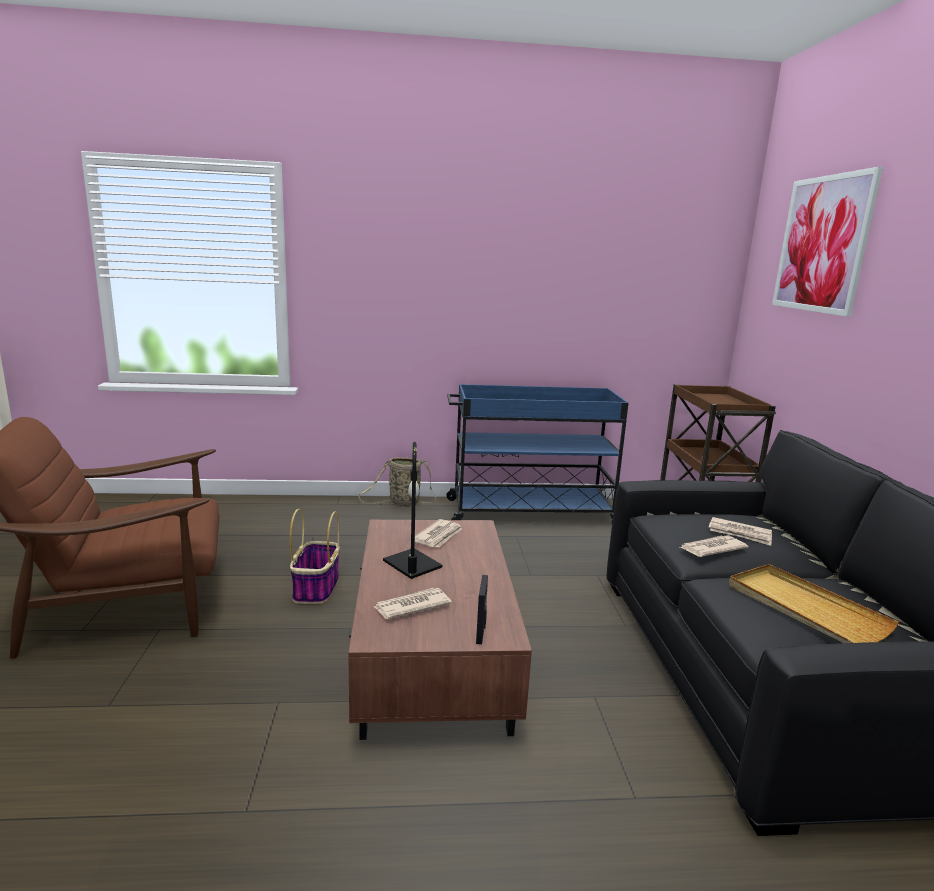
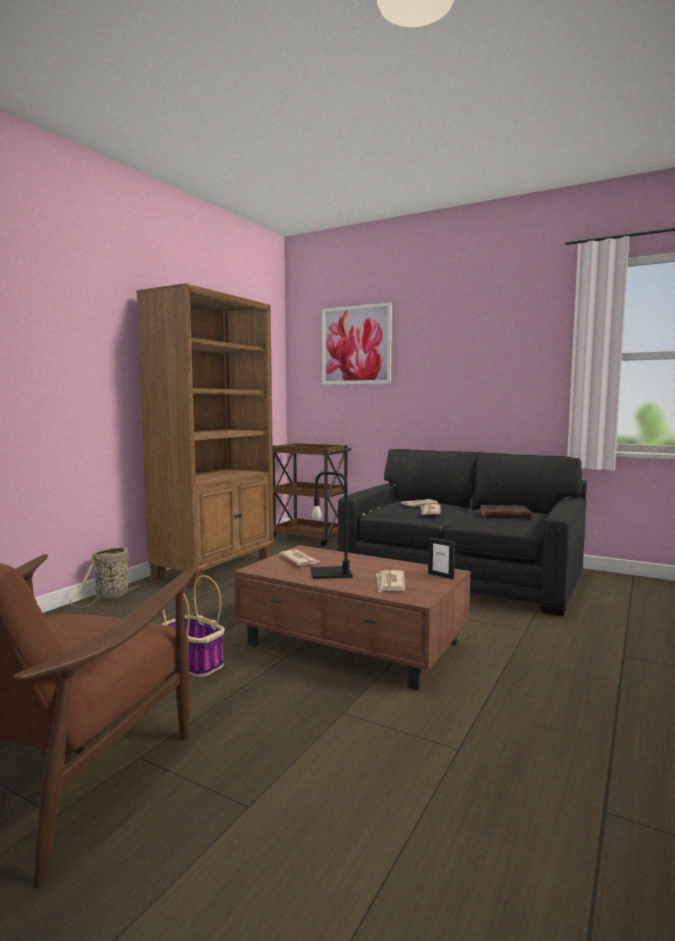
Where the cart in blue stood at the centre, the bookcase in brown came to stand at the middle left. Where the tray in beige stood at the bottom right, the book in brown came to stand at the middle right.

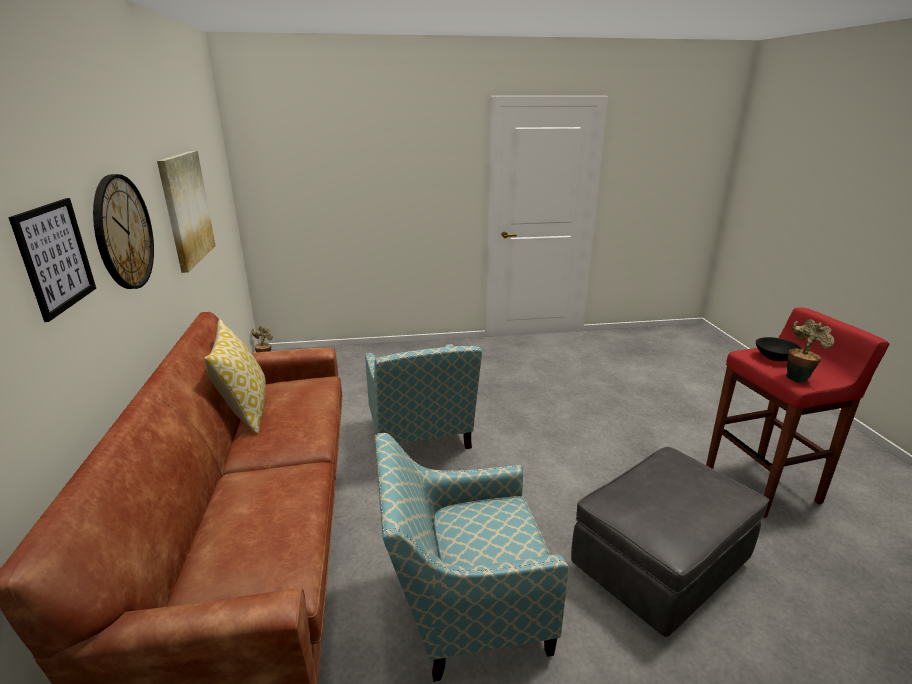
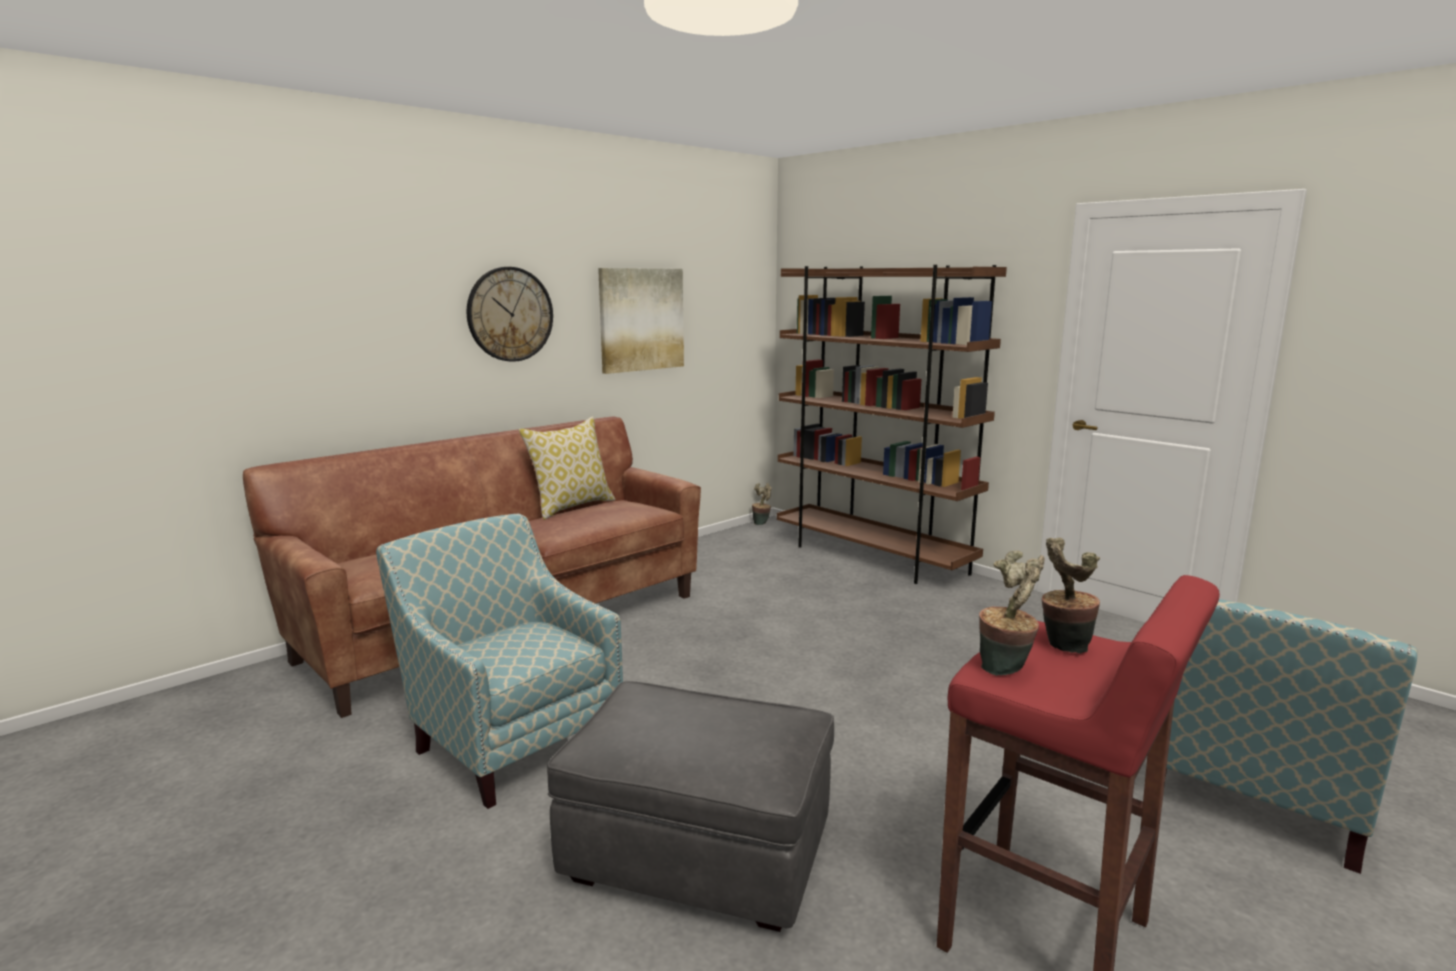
The second view lost the picture (1st from left) at the middle left. The armchair (1st from left in the first image) ended up elsewhere, having gone from the centre to the bottom right. Where the bowl in black stood at the middle right, the potted plant (3rd from left) came to stand at the middle right. The second view gained the bookcase in brown at the centre.

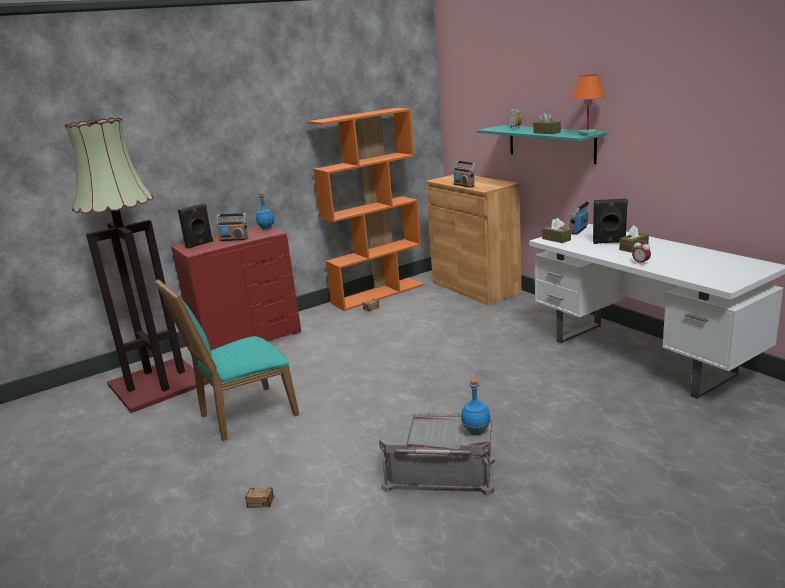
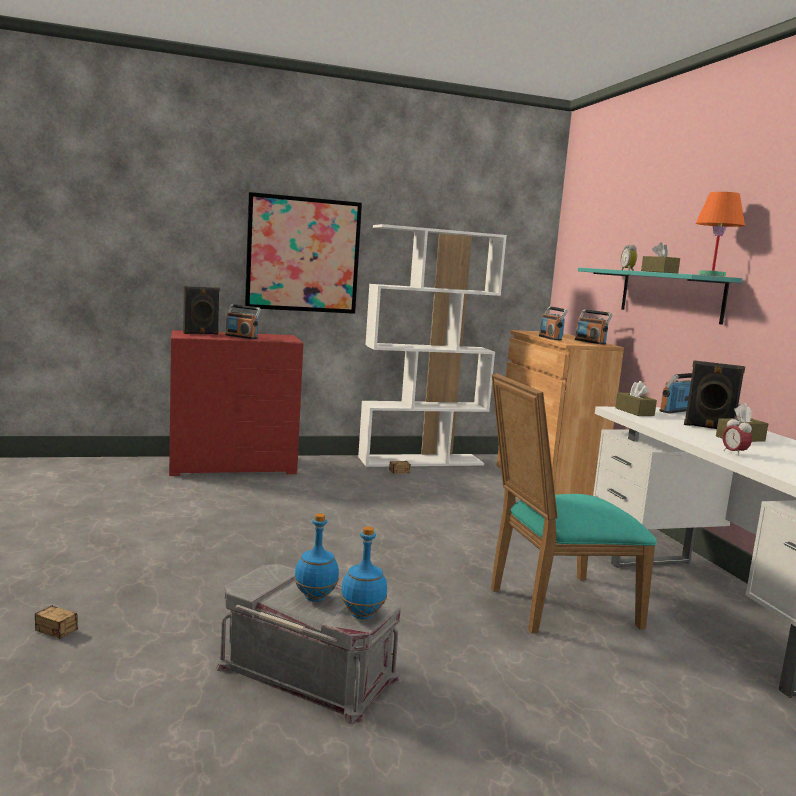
The second view lost the floor lamp at the middle left. The chair in turquoise ended up elsewhere, having gone from the middle left to the middle right. The bottle in blue (1st from left) ended up elsewhere, having gone from the centre to the bottom centre. What was the bookcase in orange at the centre turned into the bookcase in white at the centre. The second view gained the picture at the top centre. The second view gained the radio (3rd from left) at the middle right.

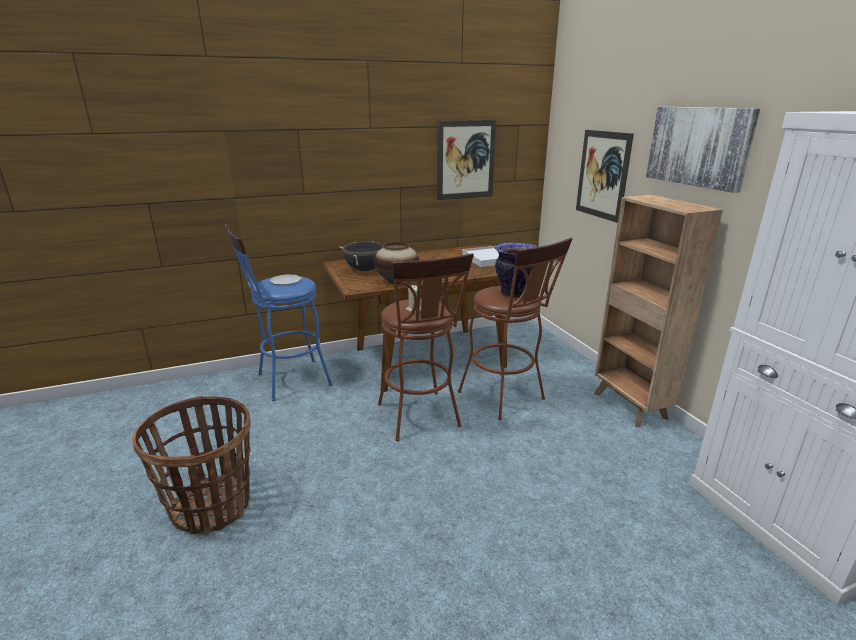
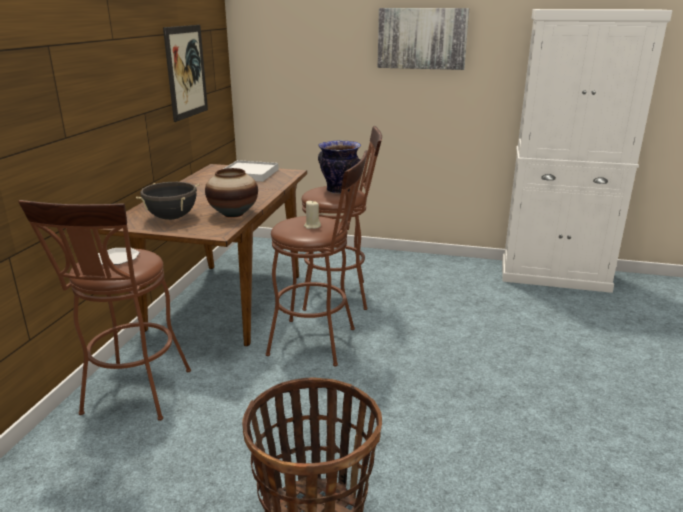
What was the stool in blue at the middle left turned into the stool in brown (1st from left) at the middle left. The second view lost the picture (2nd from left) at the top right. The second view lost the bookcase in brown at the middle right.

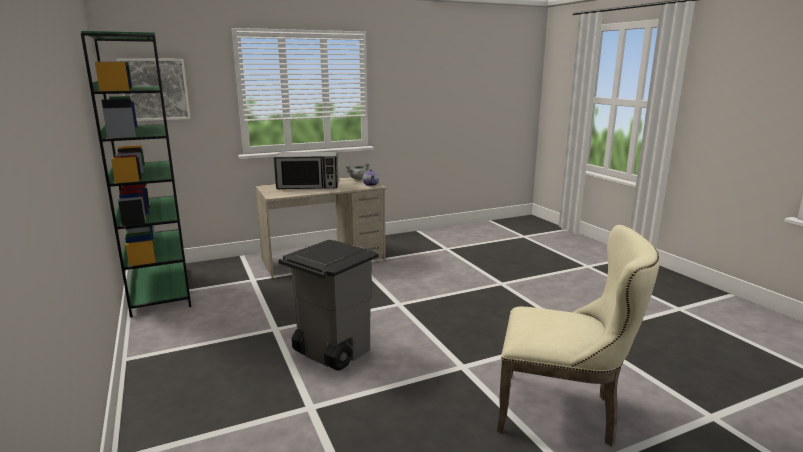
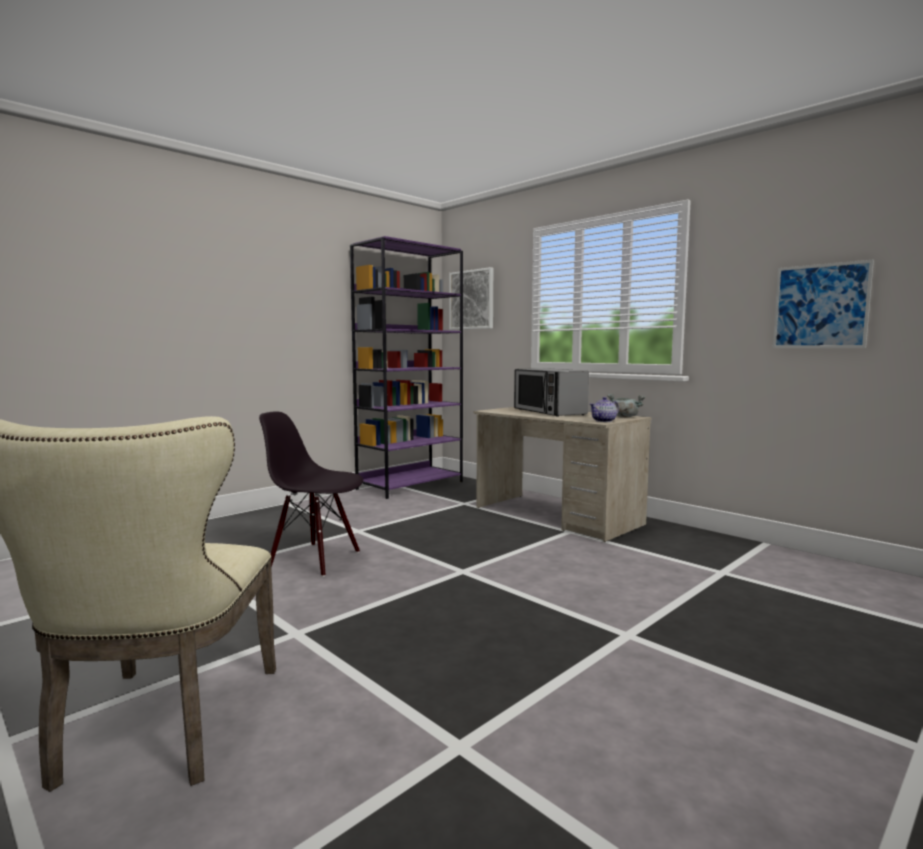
What was the bookcase in green at the middle left turned into the bookcase in purple at the centre. Where the trash can in grey stood at the bottom centre, the chair in black came to stand at the centre. The second view gained the picture (2nd from left) at the middle right.

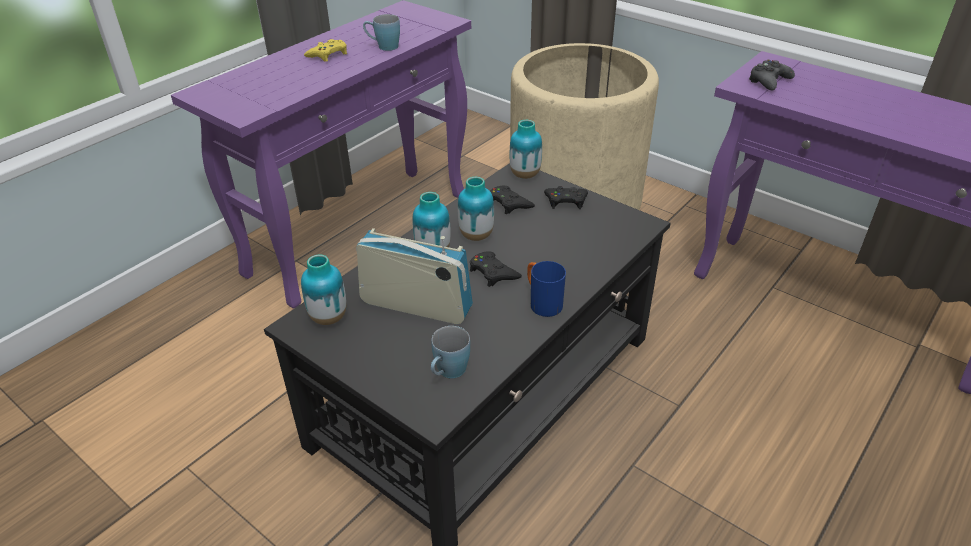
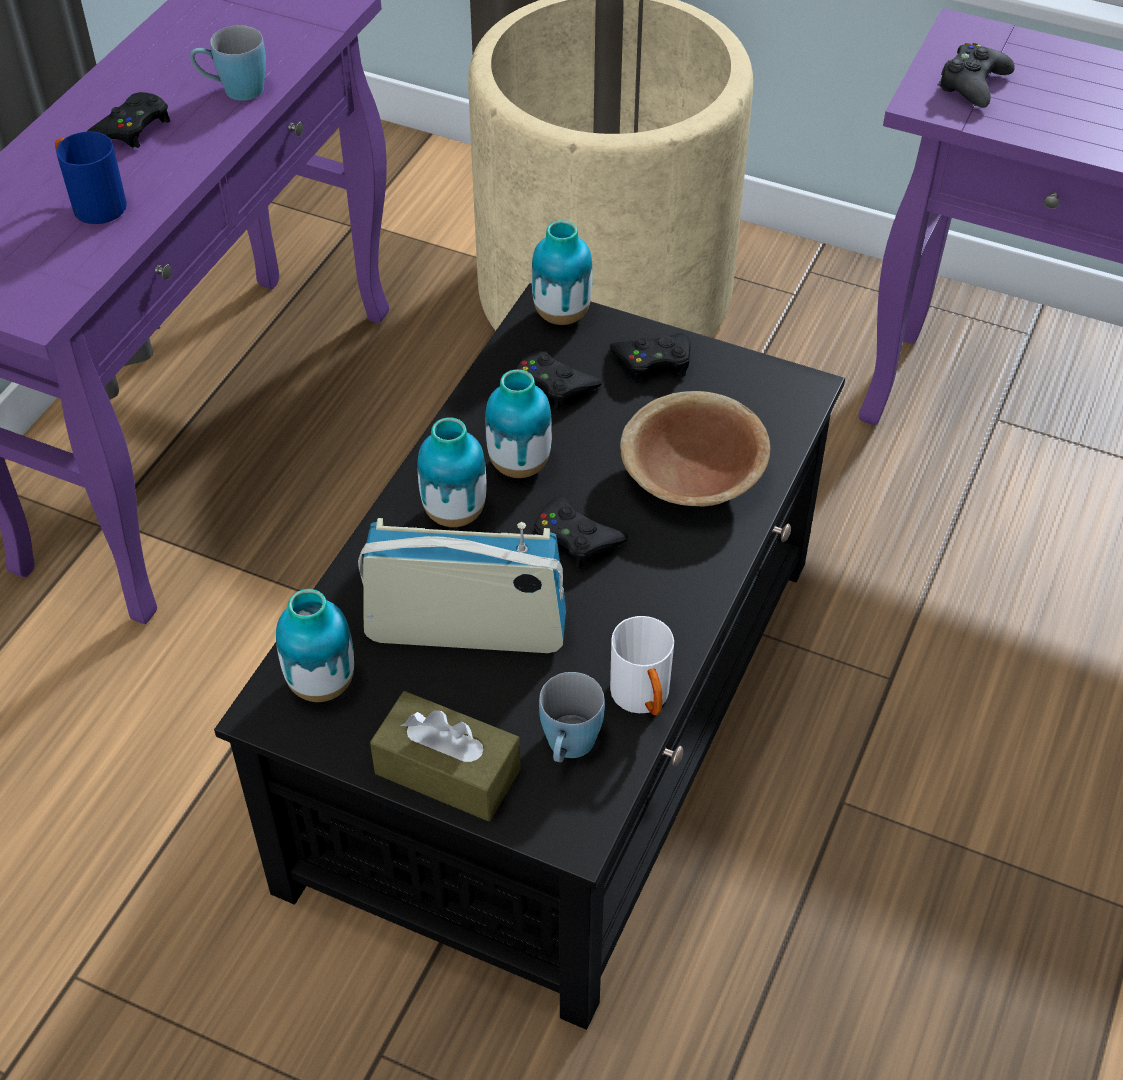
What was the game controller in yellow at the top centre turned into the game controller in black (1st from left) at the top left. The mug in blue (3rd from left in the first image) ended up elsewhere, having gone from the centre to the top left. The second view gained the tissue box in brown at the bottom centre. The second view gained the mug in white at the centre. The second view gained the bowl in brown at the centre.

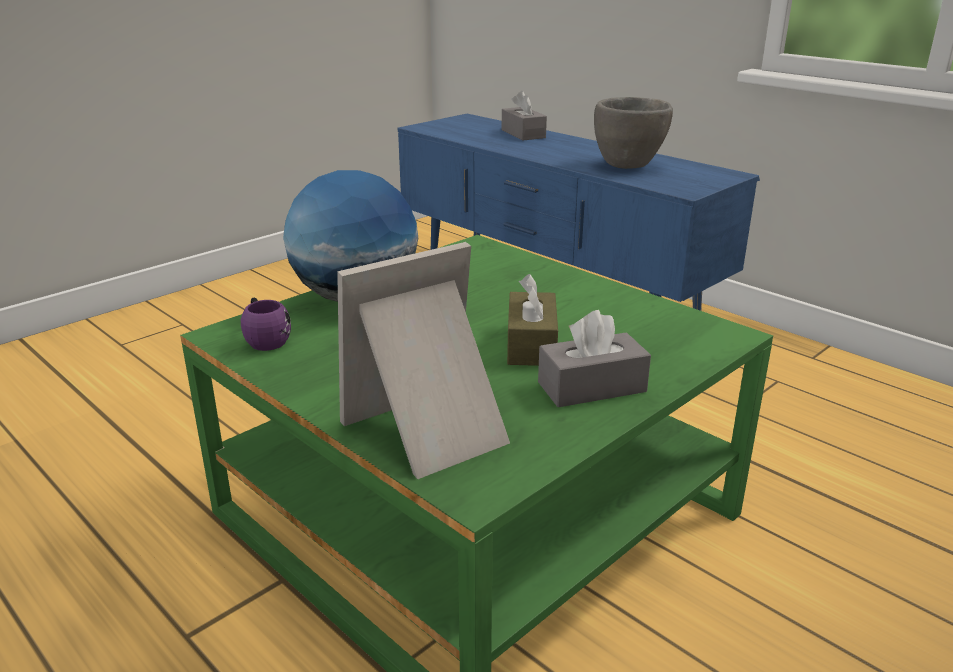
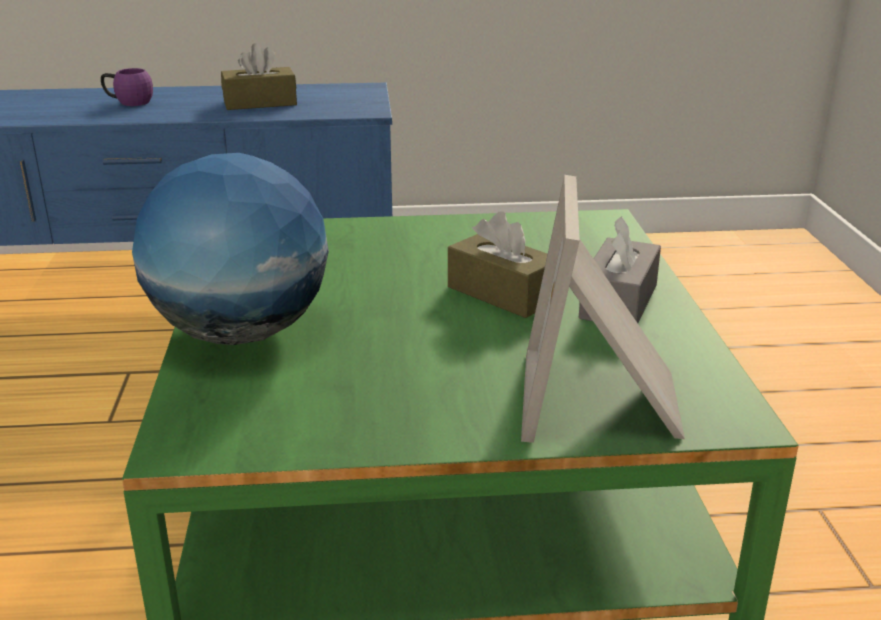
The mug in purple ended up elsewhere, having gone from the middle left to the top left. The second view lost the tissue box in grey (1st from left) at the top centre. Where the bowl in grey stood at the top centre, the tissue box in brown (1st from left) came to stand at the top left.

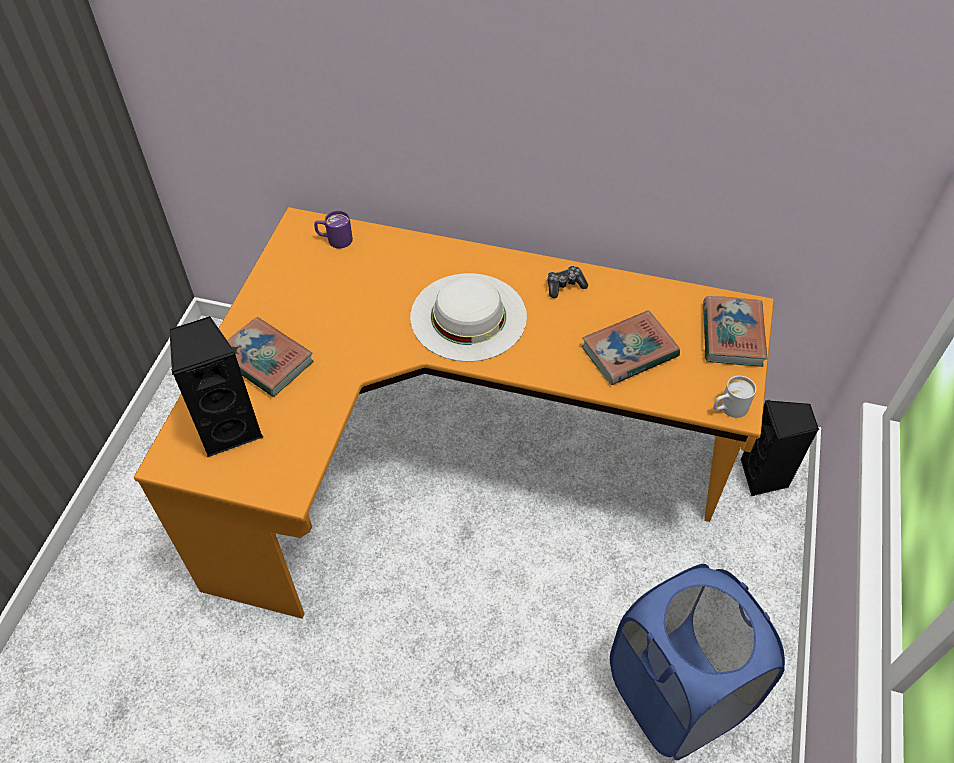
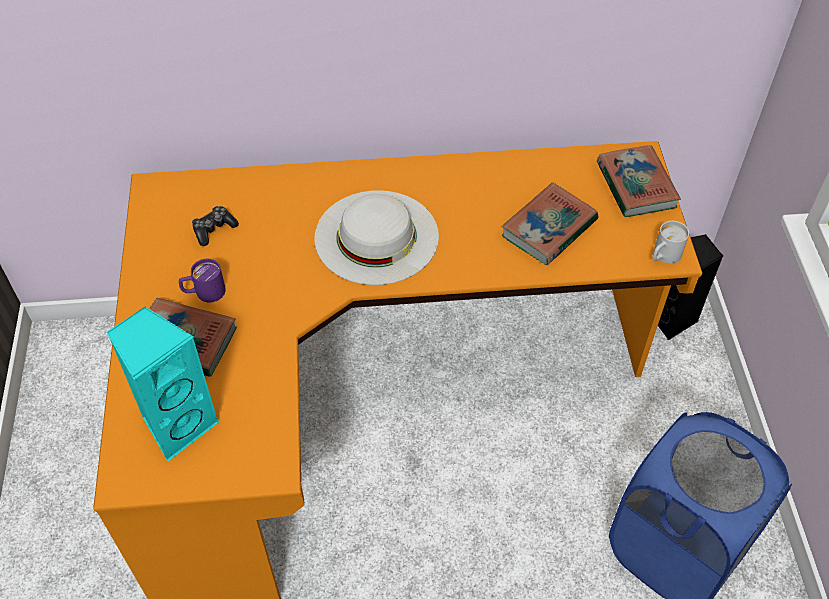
What was the speaker in black (1st from left) at the middle left turned into the speaker in turquoise at the middle left. The mug in purple ended up elsewhere, having gone from the top centre to the middle left. The game controller ended up elsewhere, having gone from the centre to the middle left.

